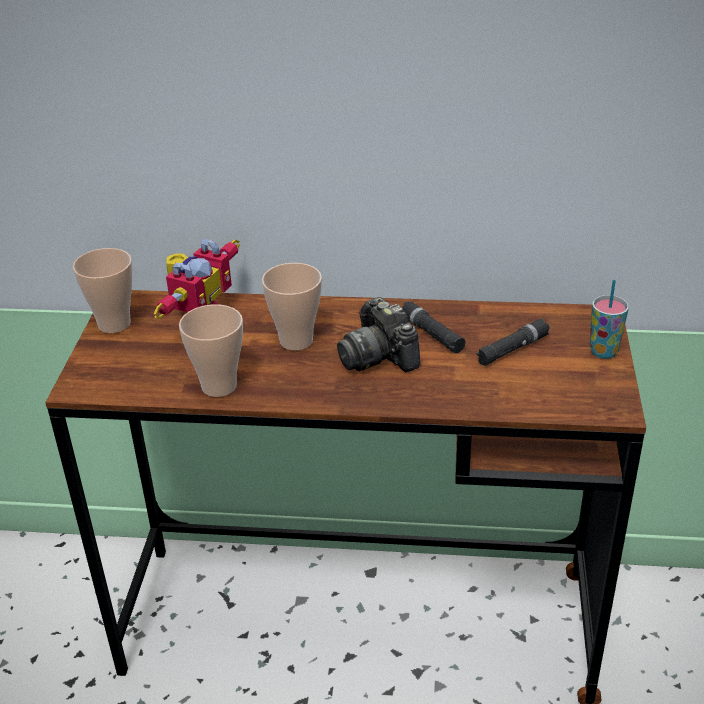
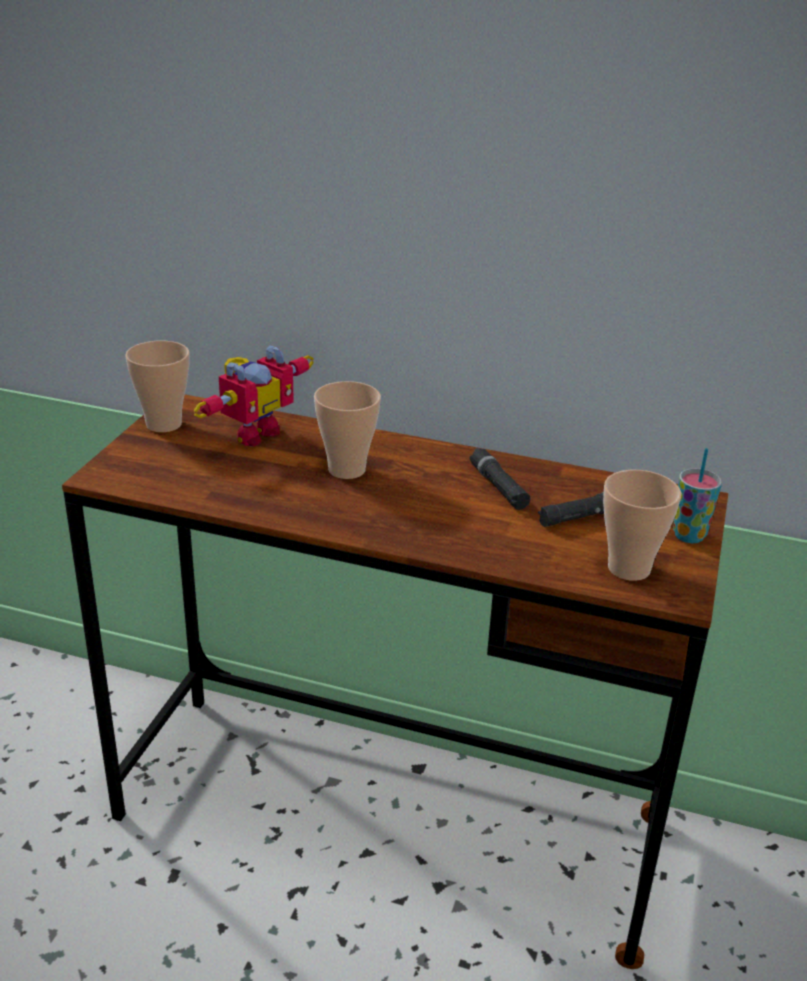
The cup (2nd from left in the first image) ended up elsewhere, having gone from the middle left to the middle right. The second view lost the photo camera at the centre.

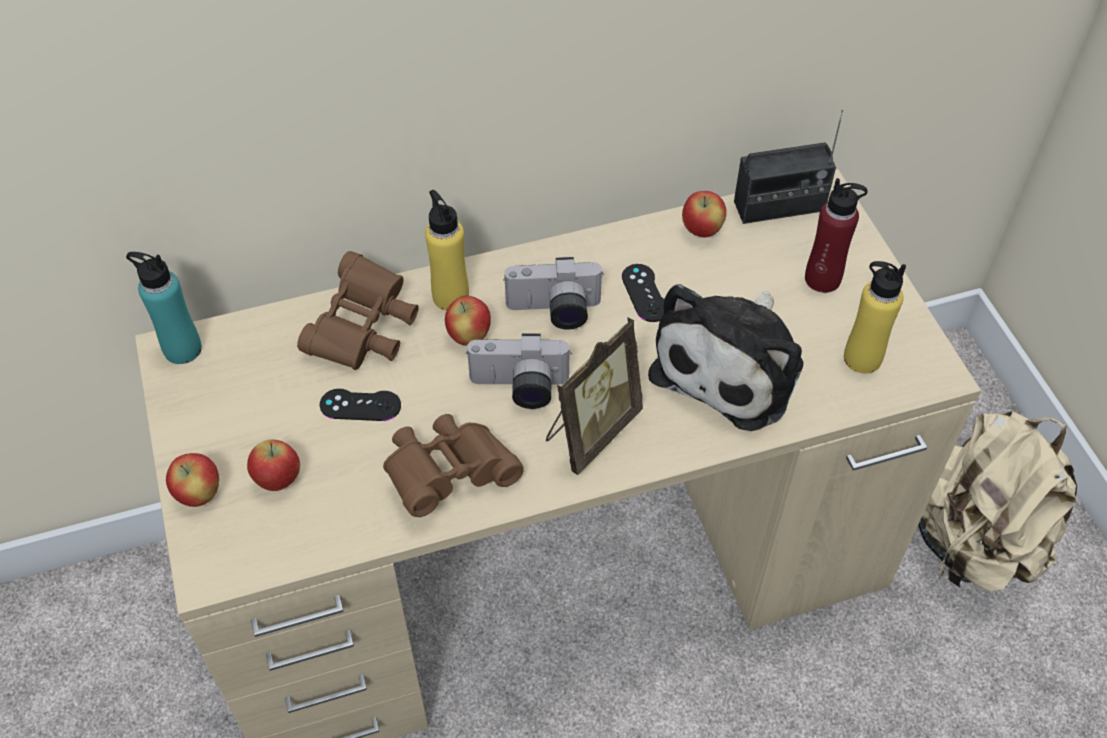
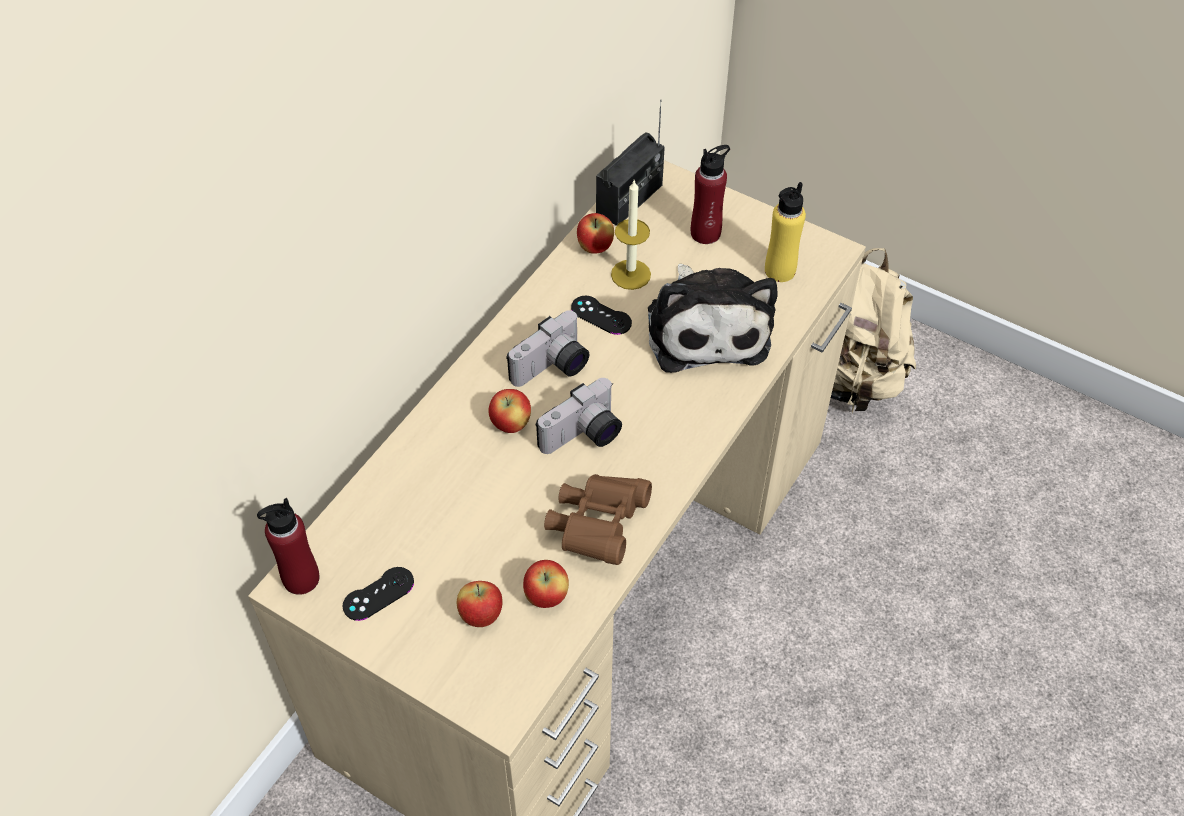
What was the bottle in turquoise at the middle left turned into the bottle in red (1st from left) at the bottom left. The apple (1st from left in the first image) ended up elsewhere, having gone from the middle left to the bottom centre. The second view lost the binoculars in brown (1st from left) at the middle left. The game controller in black (1st from left) ended up elsewhere, having gone from the middle left to the bottom left. The second view lost the bottle in yellow (1st from left) at the centre. The second view lost the picture frame at the centre. The second view gained the candle at the top centre.

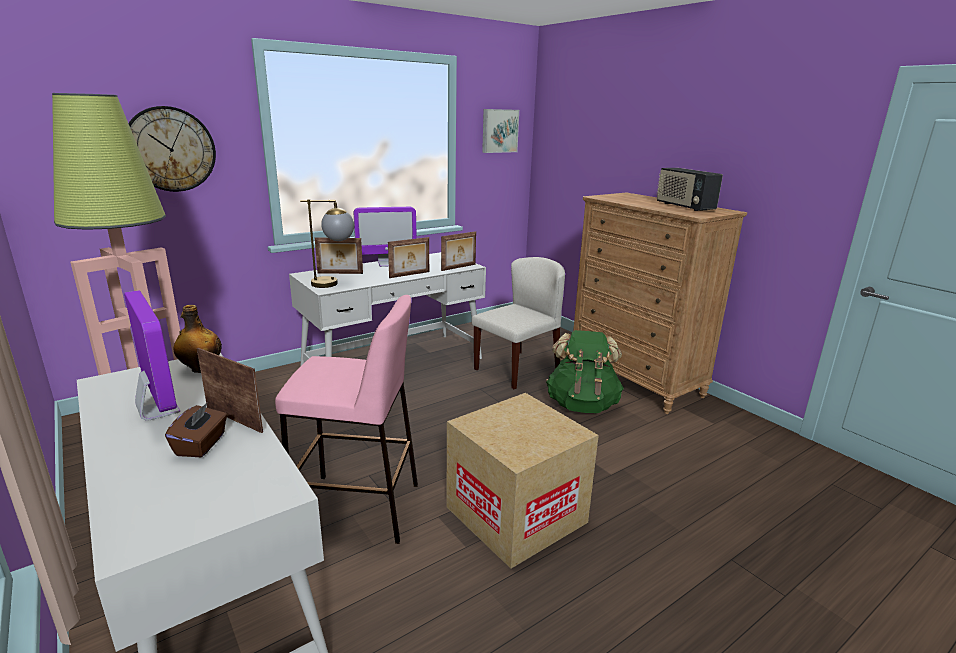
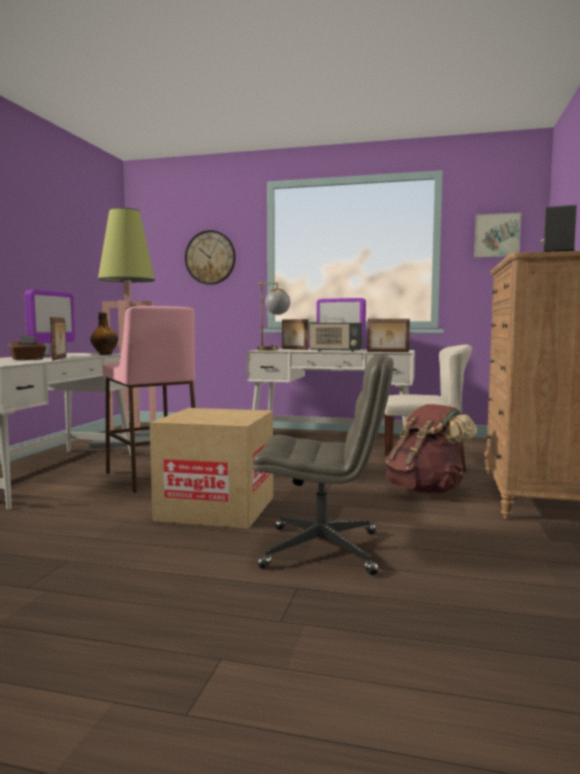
Where the picture frame (3rd from left) stood at the centre, the radio (1st from left) came to stand at the centre. What was the backpack in green at the centre turned into the backpack in brown at the middle right. The second view gained the office chair in grey at the centre.

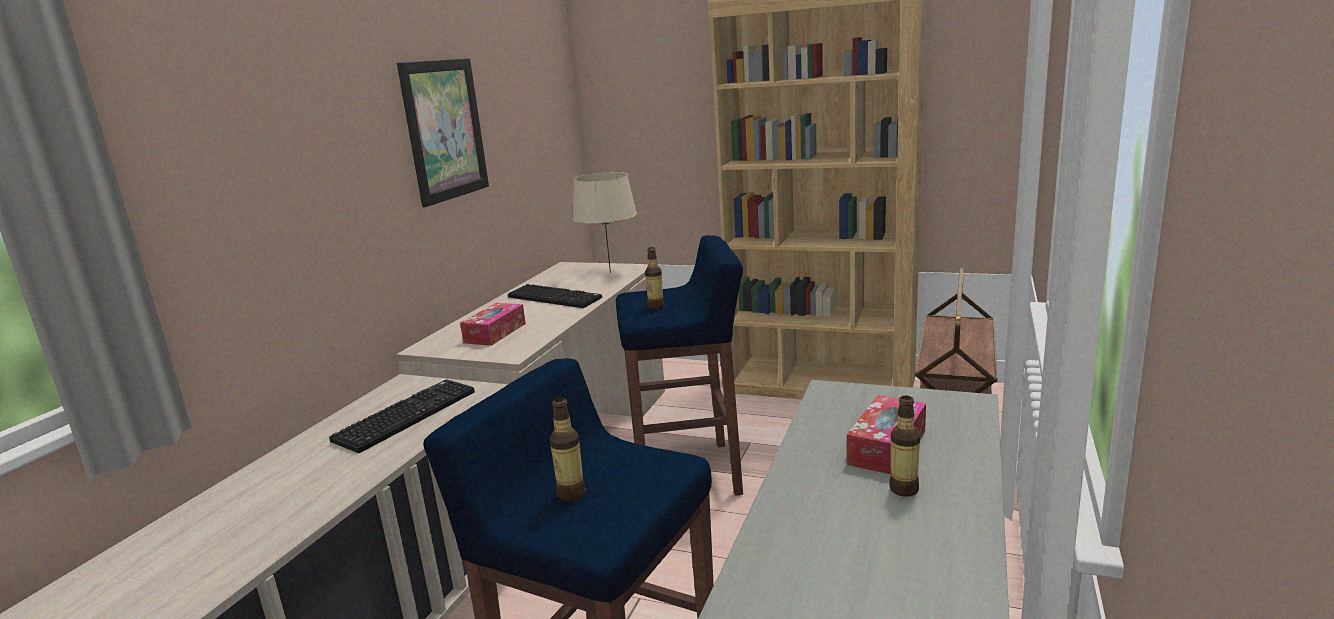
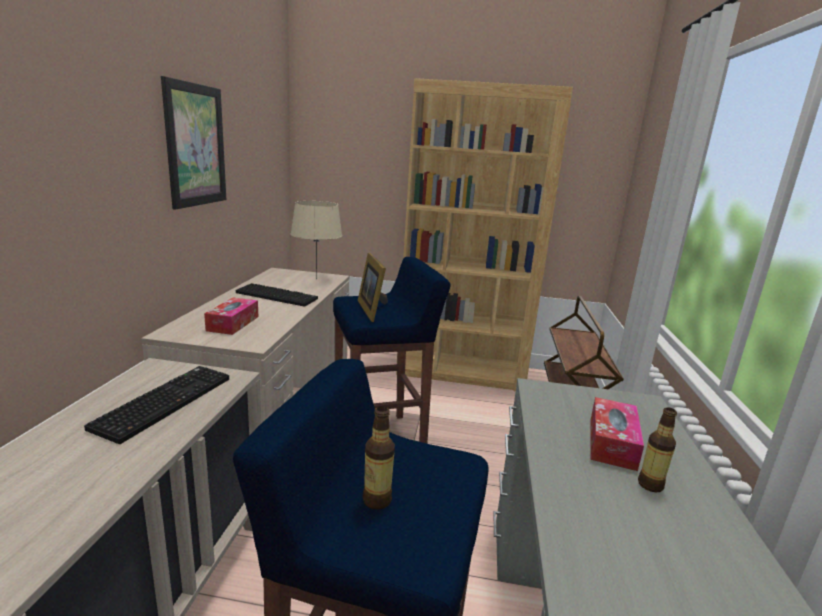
Where the bottle (2nd from left) stood at the centre, the picture frame came to stand at the centre.

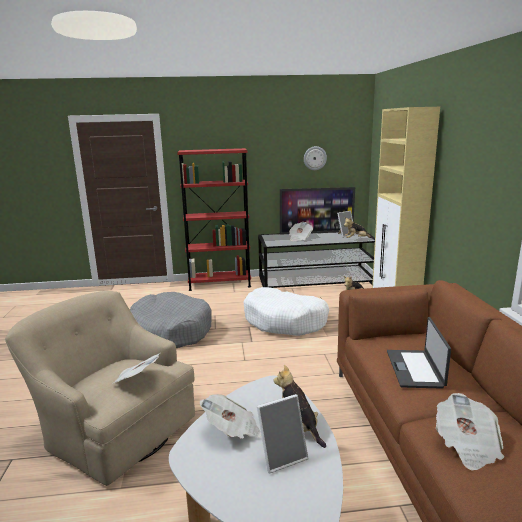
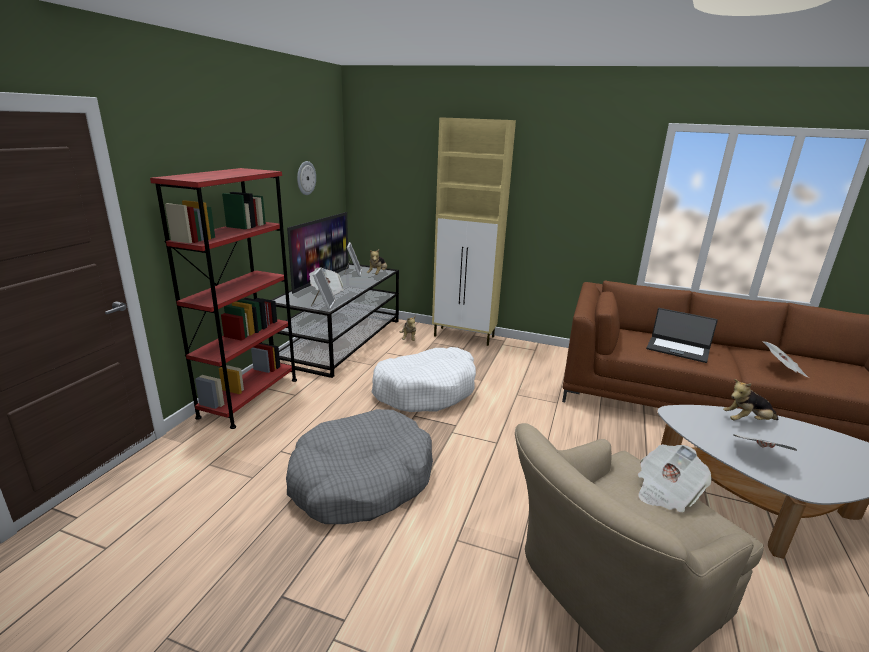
The picture frame (1st from left) ended up elsewhere, having gone from the bottom centre to the centre.

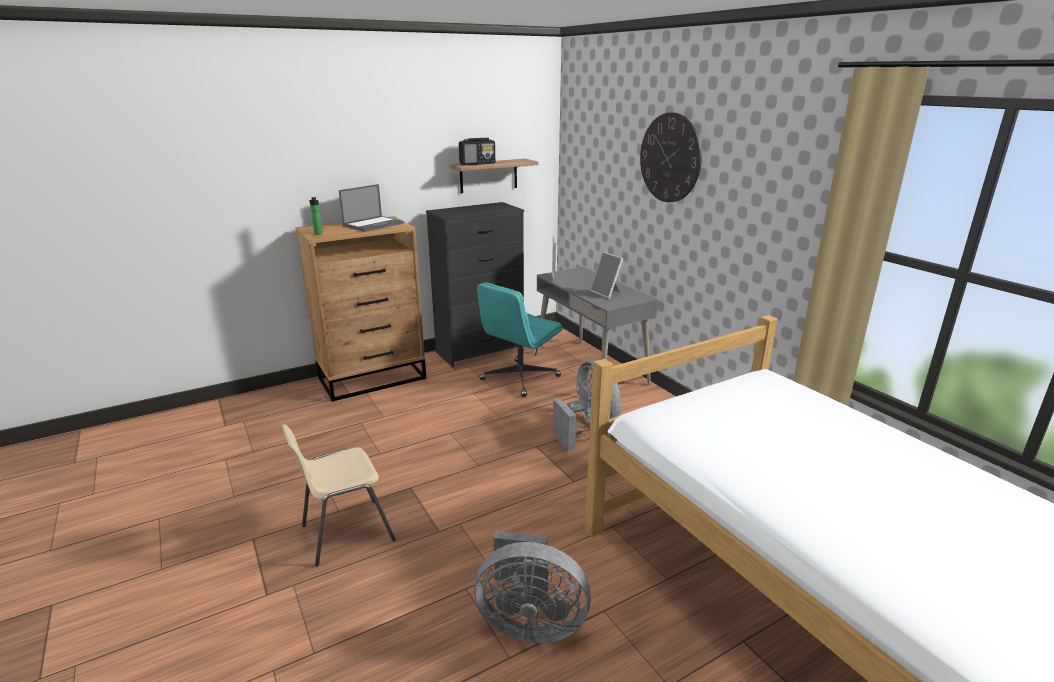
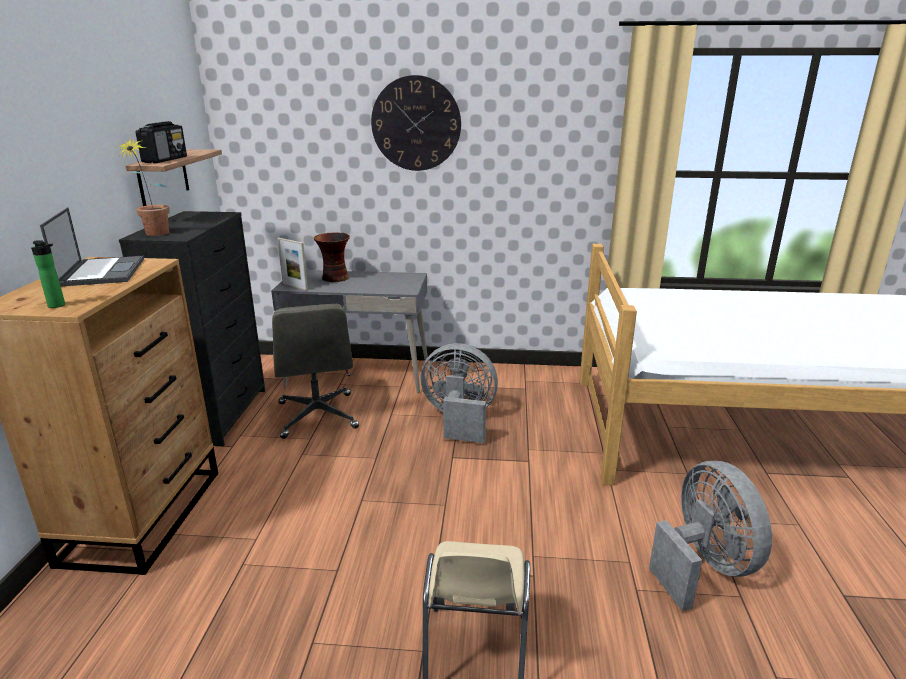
The fan in grey (1st from left in the first image) at the bottom centre ended up facing another way, 60 degrees counterclockwise from before. What was the office chair in turquoise at the centre turned into the office chair in grey at the centre. The second view lost the picture frame (2nd from left) at the centre. The second view gained the potted plant at the top left. The second view gained the vase at the centre.

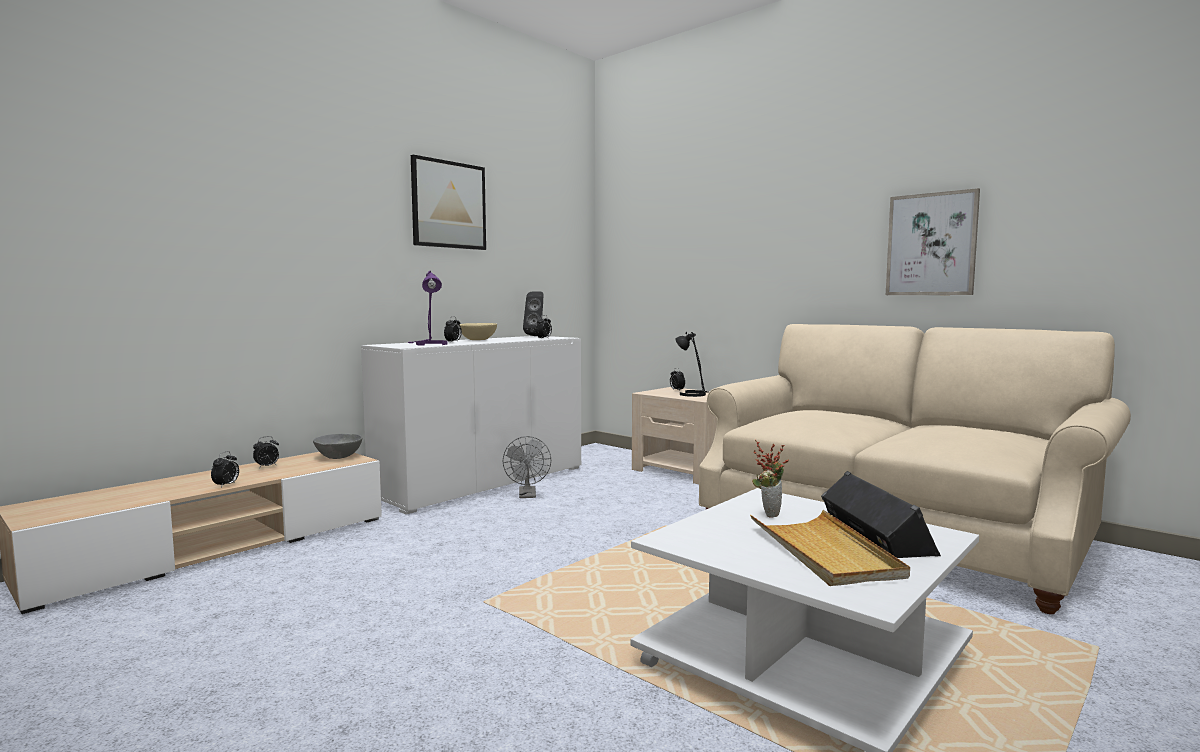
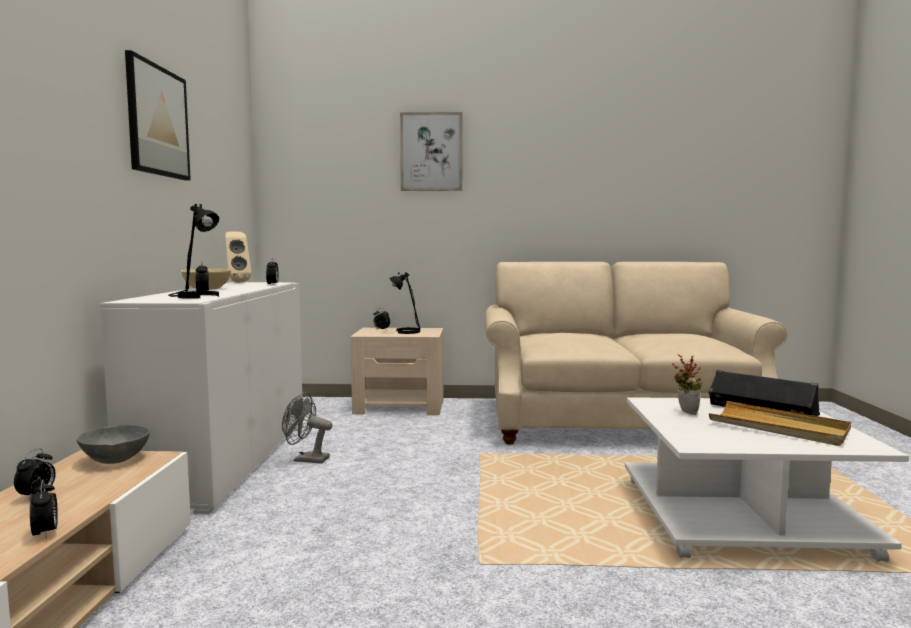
What was the table lamp in purple at the centre turned into the table lamp in black (1st from left) at the middle left. The fan in grey at the centre ended up facing another way, 150 degrees clockwise from before. What was the speaker in black (1st from left) at the centre turned into the speaker in beige at the middle left. The picture (2nd from left) ended up elsewhere, having gone from the top right to the top centre.

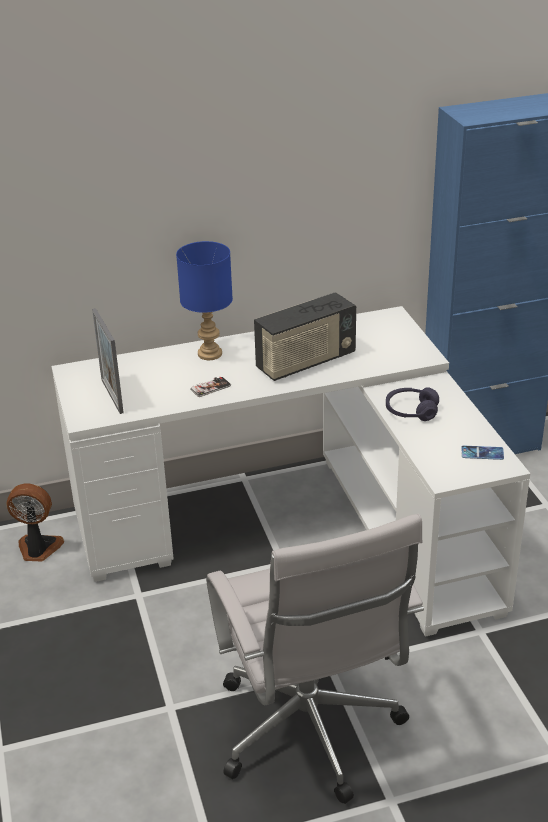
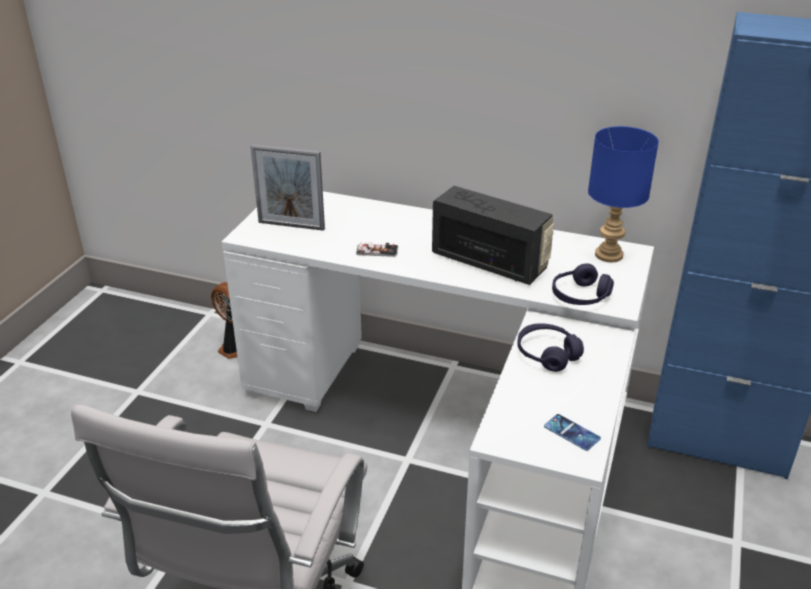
The picture frame at the middle left ended up facing another way, 90 degrees counterclockwise from before. The table lamp in blue ended up elsewhere, having gone from the centre to the top right. The radio at the centre ended up facing another way, 150 degrees counterclockwise from before. The second view gained the headphones in purple (2nd from left) at the middle right.

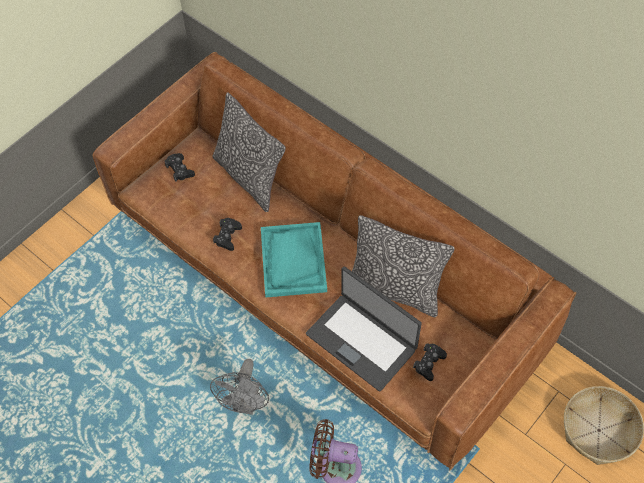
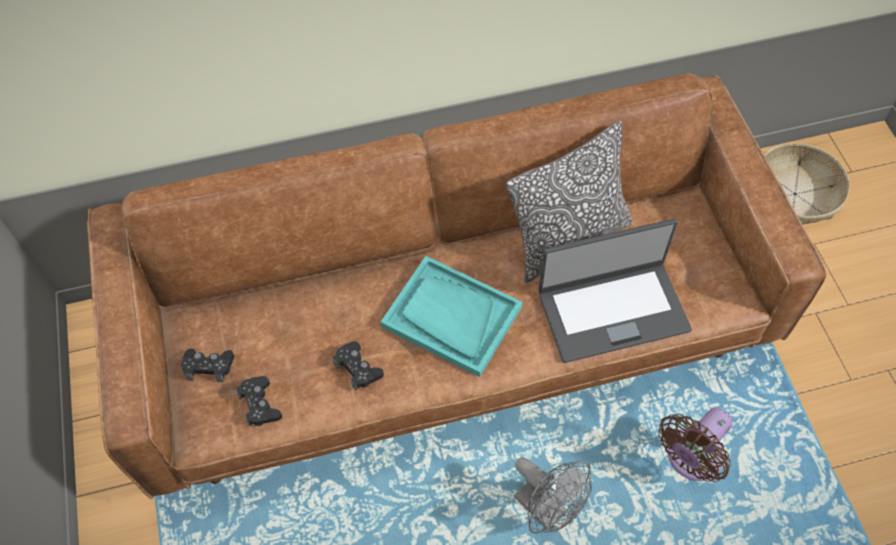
The second view lost the pillow (1st from left) at the top centre. The game controller in black (3rd from left in the first image) ended up elsewhere, having gone from the bottom right to the bottom left.

